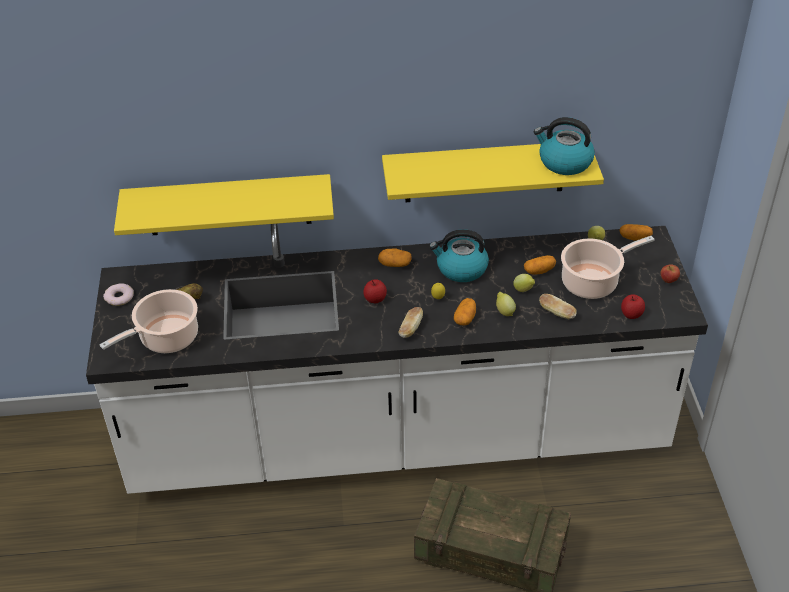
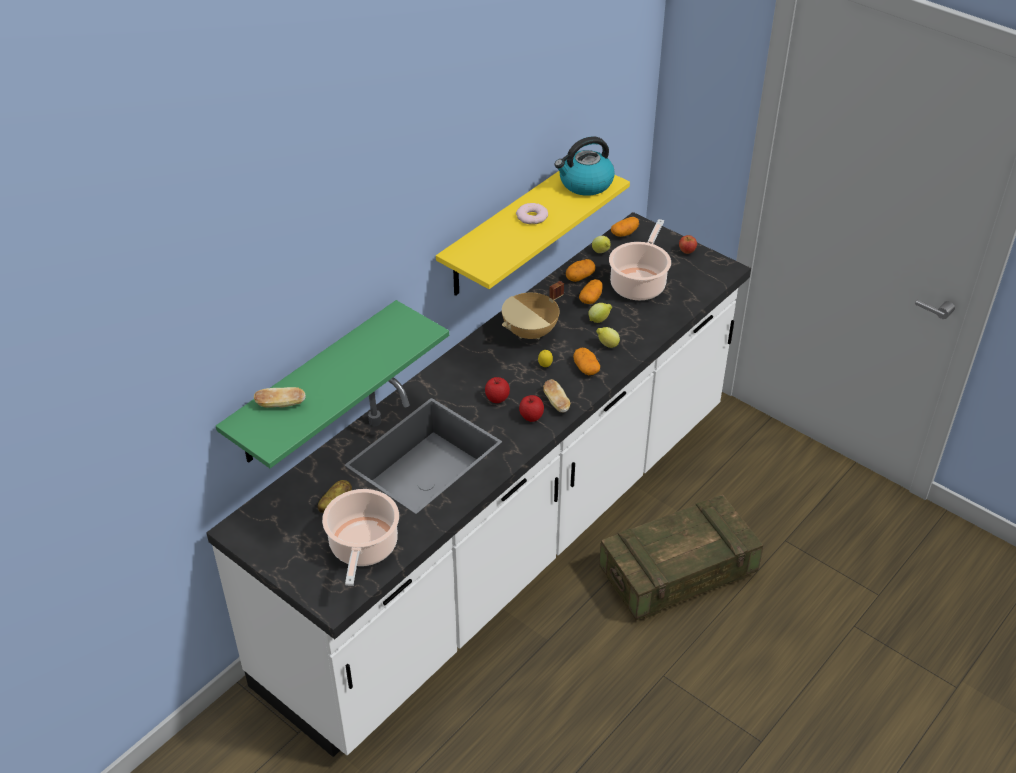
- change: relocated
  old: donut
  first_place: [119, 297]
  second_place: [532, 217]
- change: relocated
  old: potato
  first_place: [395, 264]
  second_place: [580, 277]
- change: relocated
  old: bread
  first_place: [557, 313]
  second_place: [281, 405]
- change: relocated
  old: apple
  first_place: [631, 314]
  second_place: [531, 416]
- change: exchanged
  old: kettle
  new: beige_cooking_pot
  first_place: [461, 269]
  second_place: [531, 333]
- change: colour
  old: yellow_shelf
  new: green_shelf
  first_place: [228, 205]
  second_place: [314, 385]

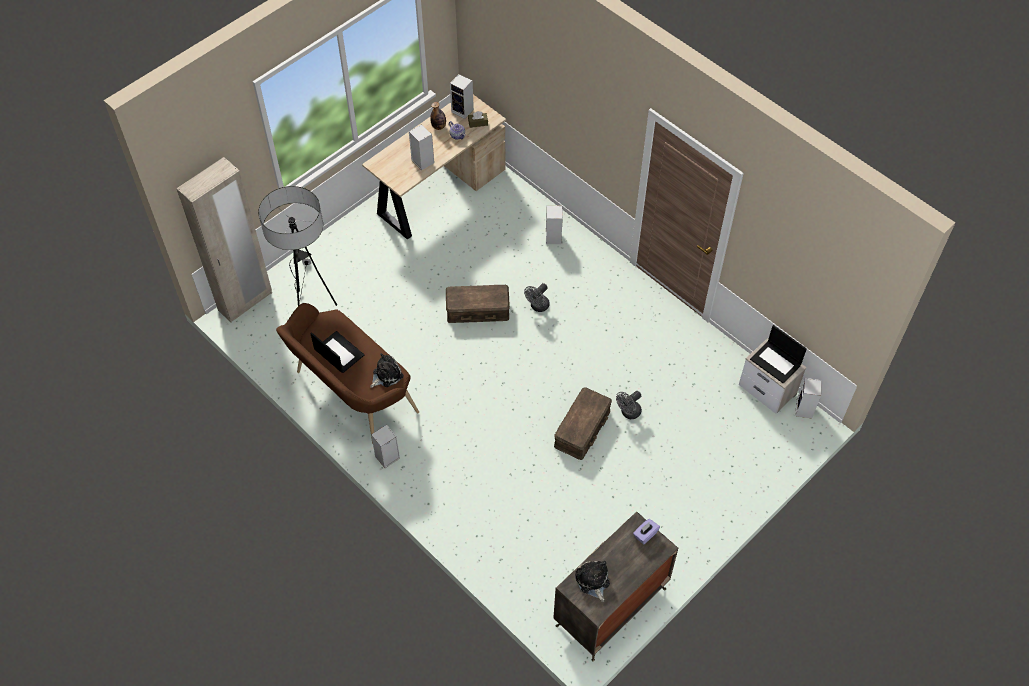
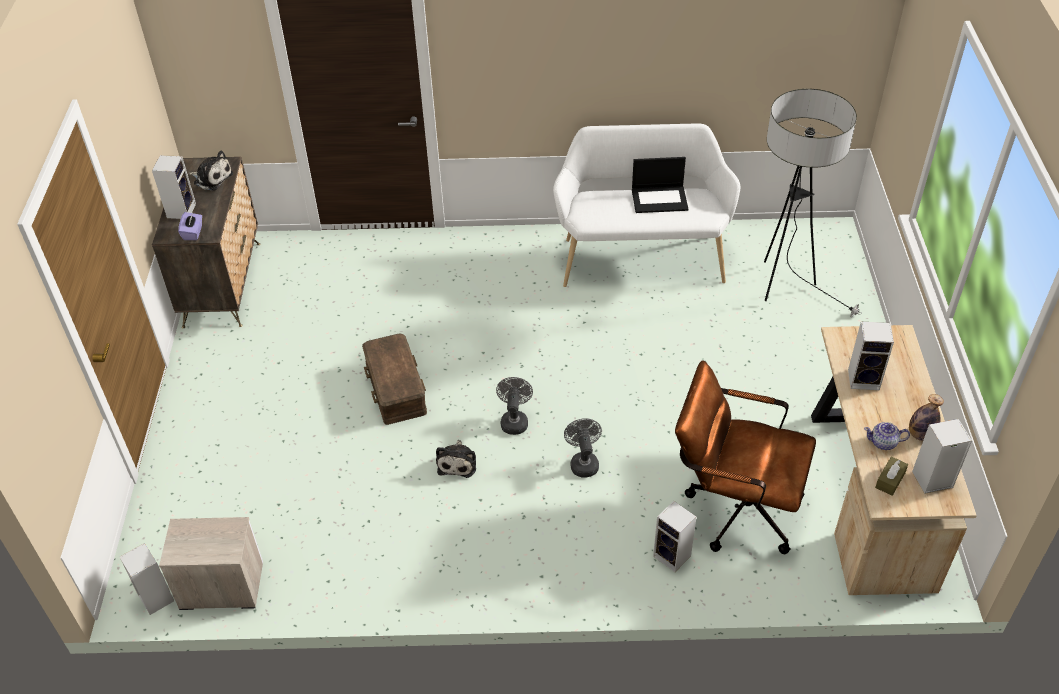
- change: missing
  old: beige_wardrobe
  first_place: [245, 302]
- change: missing
  old: brown_storage_box
  first_place: [478, 309]
- change: missing
  old: laptop
  first_place: [776, 362]
- change: appeared
  new: brown_office_chair
  second_place: [733, 507]
- change: relocated
  old: plush_toy
  first_place: [386, 375]
  second_place: [458, 462]
- change: relocated
  old: speaker
  first_place: [387, 458]
  second_place: [181, 210]
- change: relocated
  old: grey_fan
  first_place: [628, 413]
  second_place: [514, 420]
- change: colour
  old: brown_bench
  new: white_bench
  first_place: [351, 394]
  second_place: [640, 256]

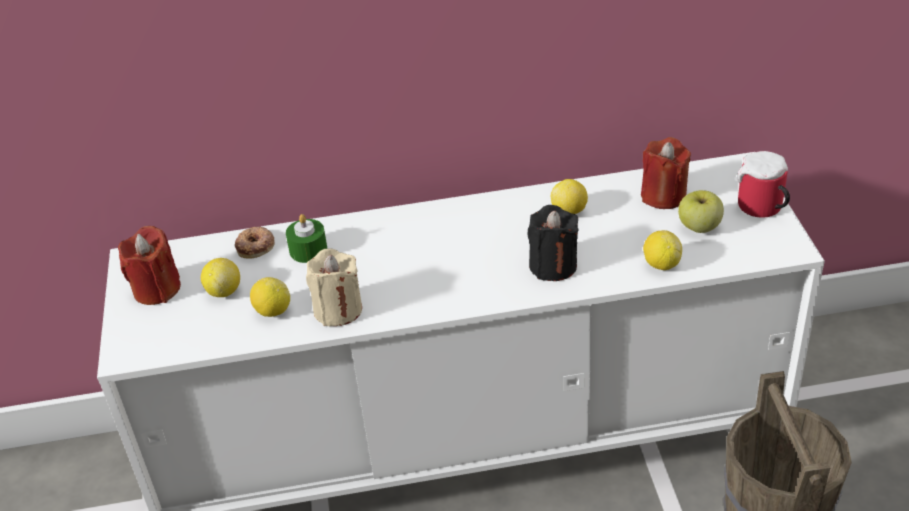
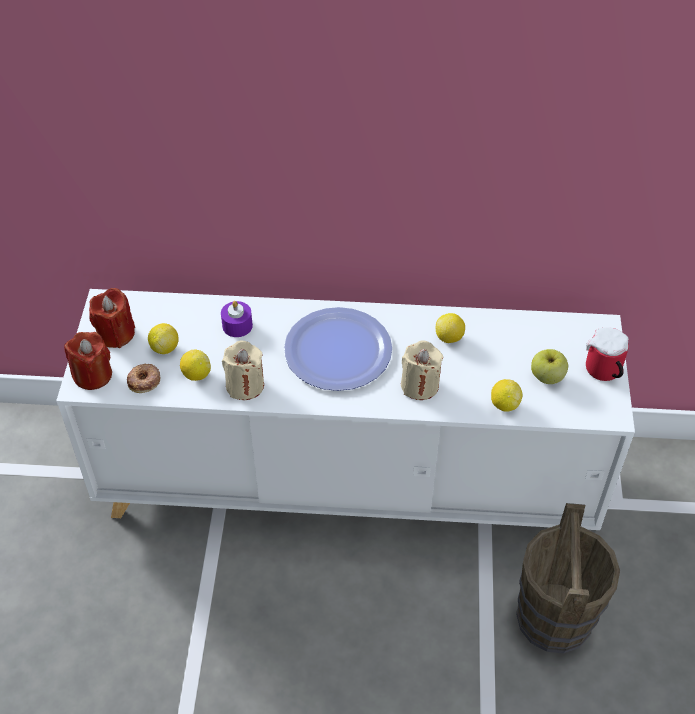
- change: appeared
  new: plate
  second_place: [338, 350]
- change: relocated
  old: donut
  first_place: [256, 246]
  second_place: [144, 381]
- change: relocated
  old: red_candle
  first_place: [663, 196]
  second_place: [93, 375]
- change: colour
  old: green_candle
  new: purple_candle
  first_place: [308, 250]
  second_place: [237, 325]
- change: colour
  old: black_candle
  new: beige_candle
  first_place: [553, 266]
  second_place: [420, 385]

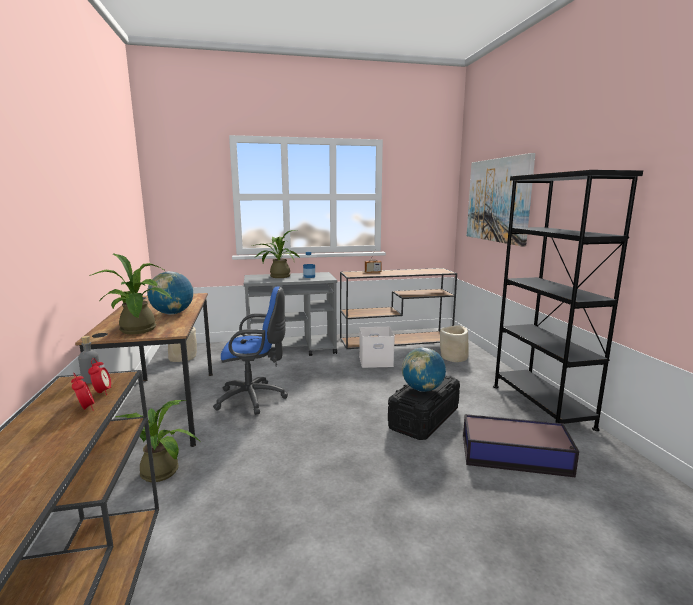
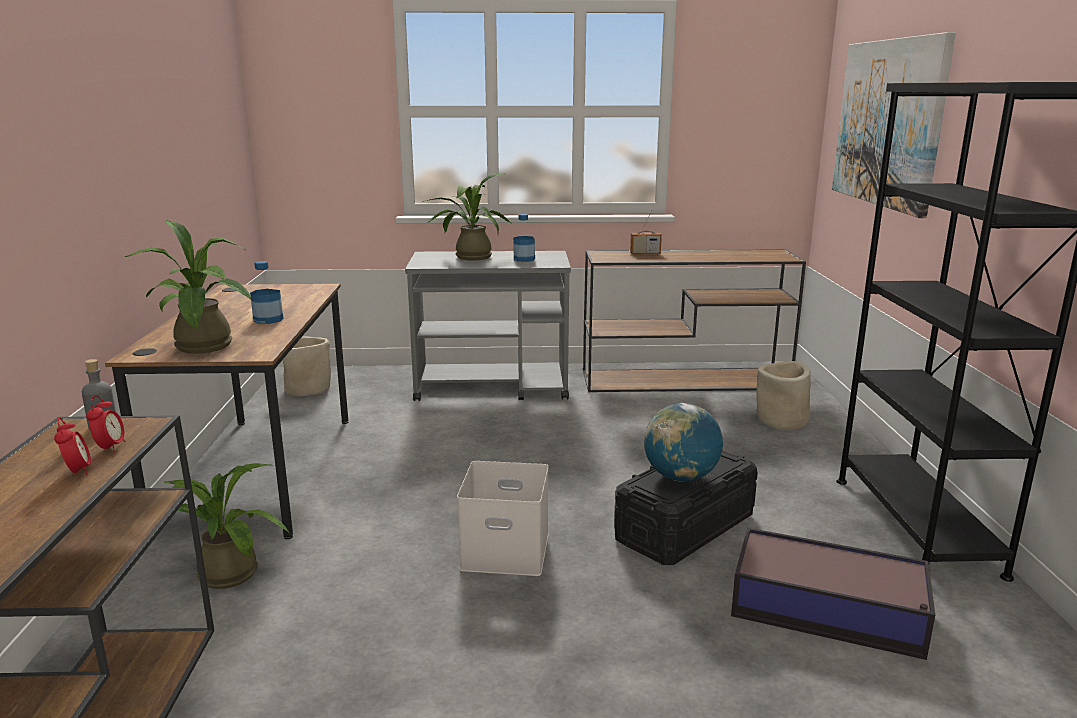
- change: missing
  old: blue_office_chair
  first_place: [254, 398]
- change: relocated
  old: white_storage_box
  first_place: [376, 361]
  second_place: [507, 550]
- change: exchanged
  old: globe
  new: bottle
  first_place: [172, 313]
  second_place: [268, 320]

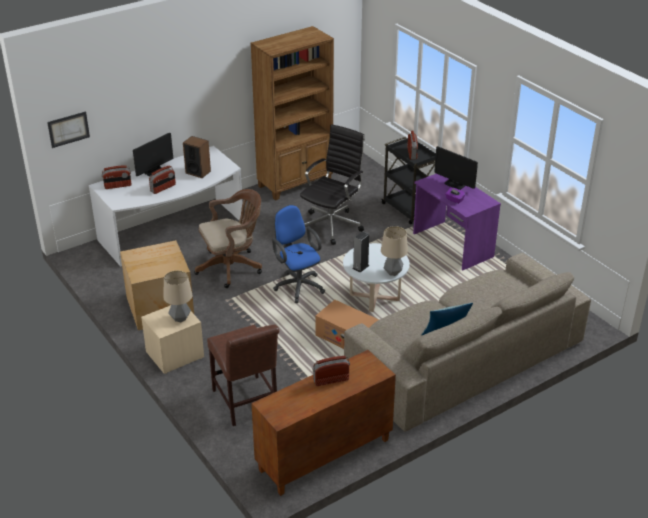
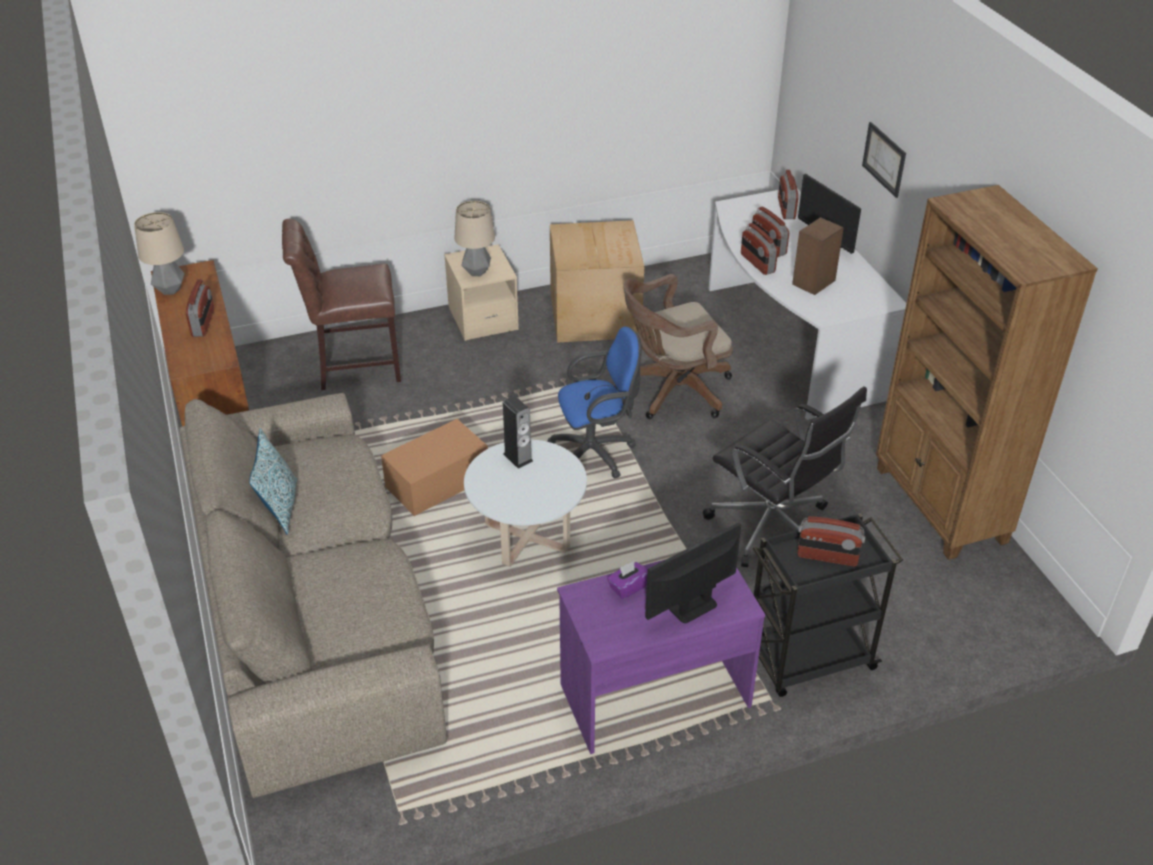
- change: appeared
  new: radio
  second_place: [757, 263]
- change: relocated
  old: picture
  first_place: [68, 129]
  second_place: [884, 159]
- change: relocated
  old: table_lamp
  first_place: [393, 272]
  second_place: [170, 290]
- change: spun
  old: brown_office_chair
  first_place: [232, 267]
  second_place: [672, 391]
  degrees: 75

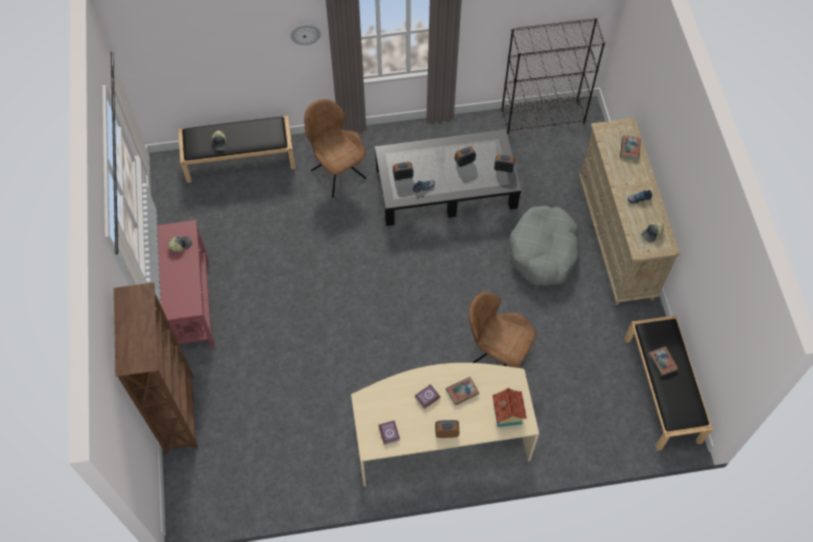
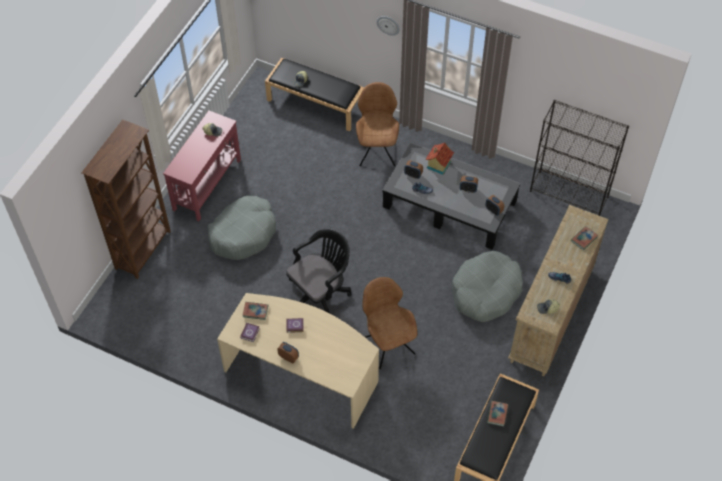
- change: appeared
  new: grey_dog_bed
  second_place: [243, 233]
- change: appeared
  new: black_office_chair
  second_place: [320, 293]
- change: relocated
  old: book
  first_place: [462, 391]
  second_place: [255, 311]
- change: relocated
  old: toy_house
  first_place: [506, 414]
  second_place: [438, 164]

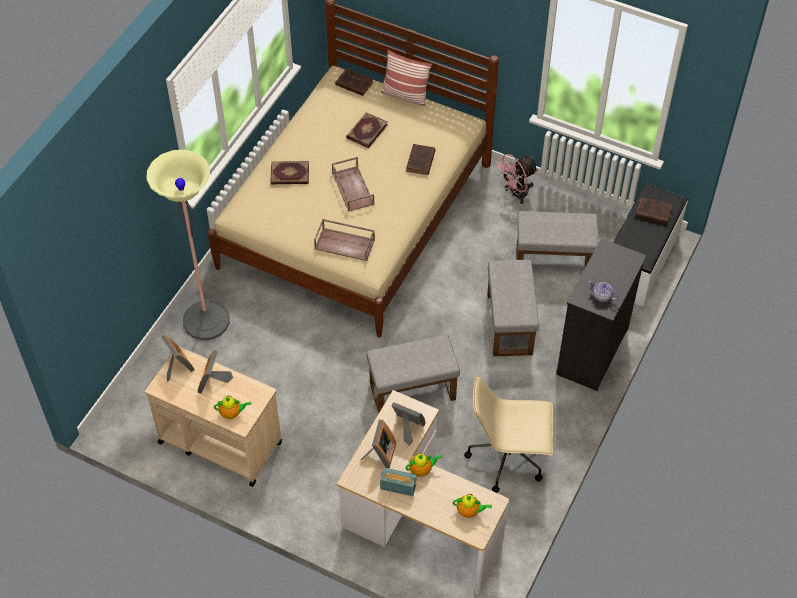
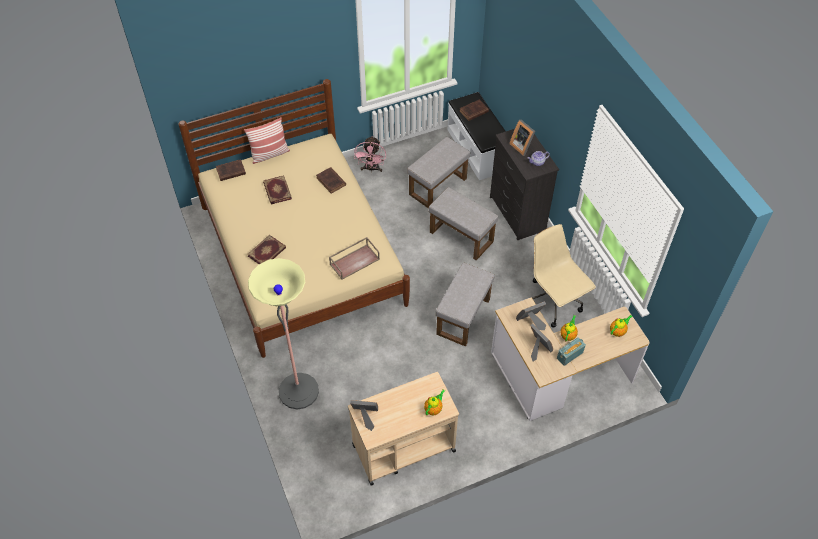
- change: missing
  old: brown_tray
  first_place: [352, 188]
- change: relocated
  old: picture_frame
  first_place: [213, 382]
  second_place: [522, 146]
- change: spun
  old: beige_office_chair
  first_place: [508, 457]
  second_place: [553, 302]
  degrees: 105

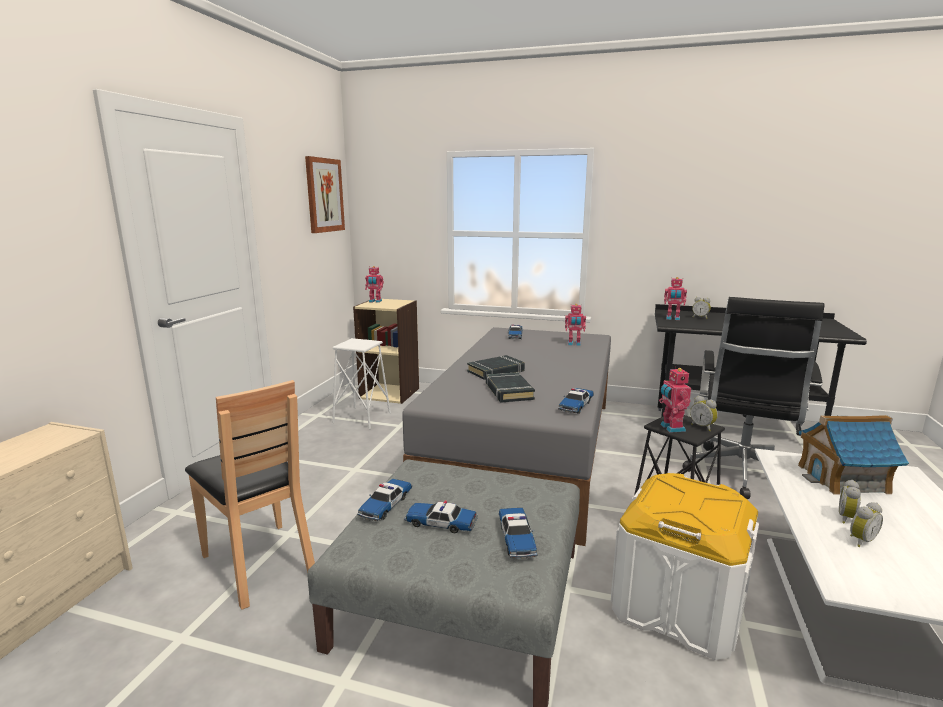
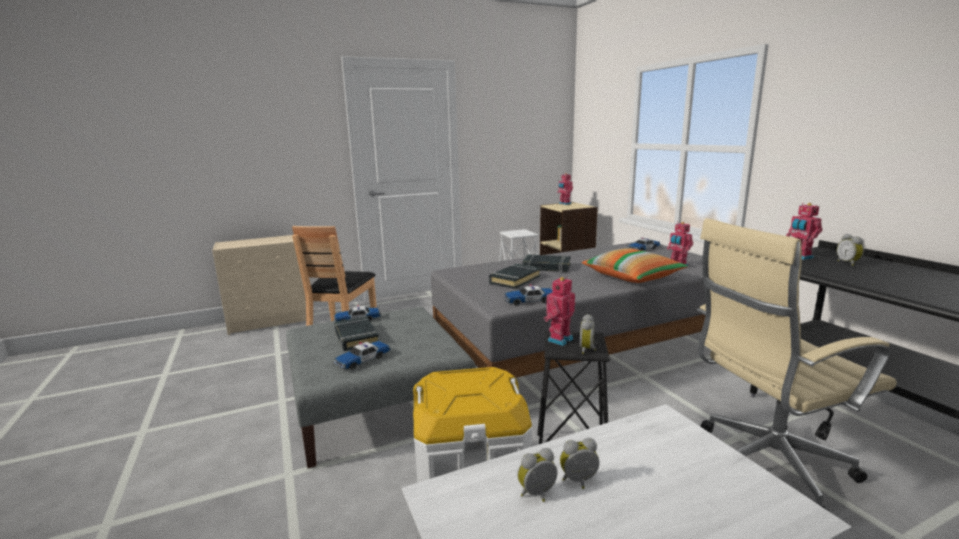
- change: missing
  old: picture
  first_place: [324, 195]
- change: missing
  old: toy_house
  first_place: [843, 479]
- change: appeared
  new: pillow
  second_place: [632, 277]
- change: exchanged
  old: toy_car
  new: black_book
  first_place: [441, 523]
  second_place: [355, 337]
- change: colour
  old: black_office_chair
  new: beige_office_chair
  first_place: [741, 475]
  second_place: [765, 467]
- change: spun
  old: alarm_clock
  first_place: [860, 540]
  second_place: [538, 495]
  degrees: 135

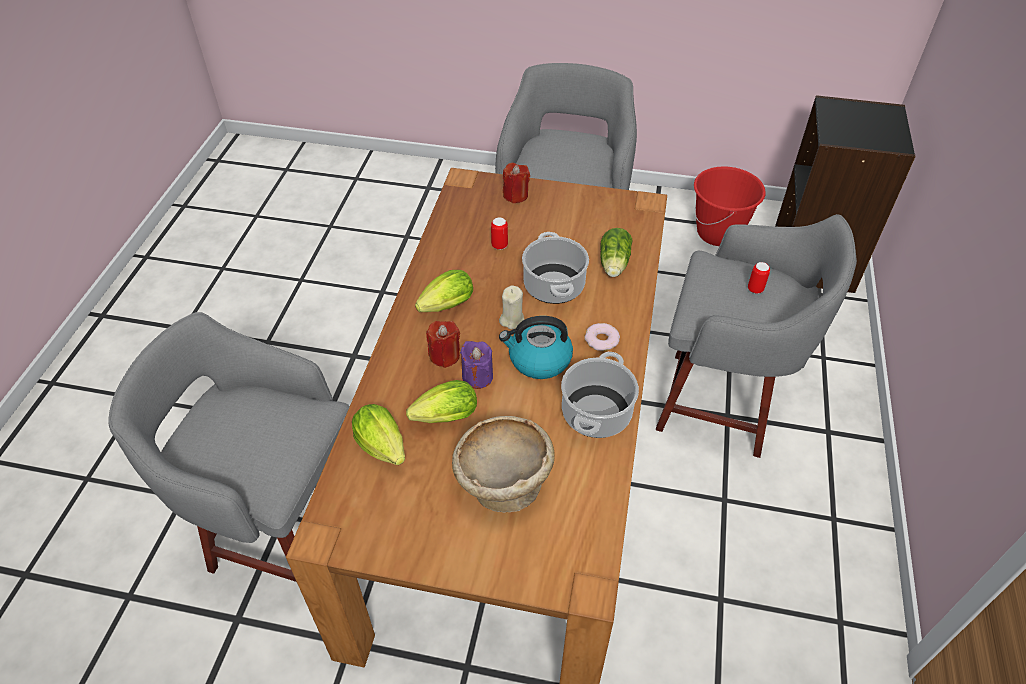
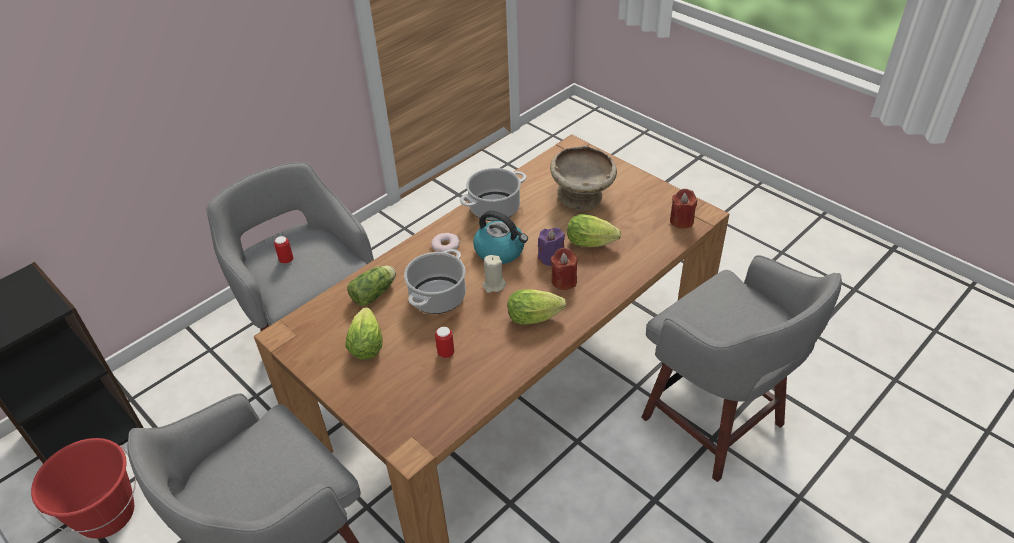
- change: relocated
  old: lettuce
  first_place: [384, 449]
  second_place: [367, 343]
- change: relocated
  old: red_candle
  first_place: [515, 195]
  second_place: [681, 221]

